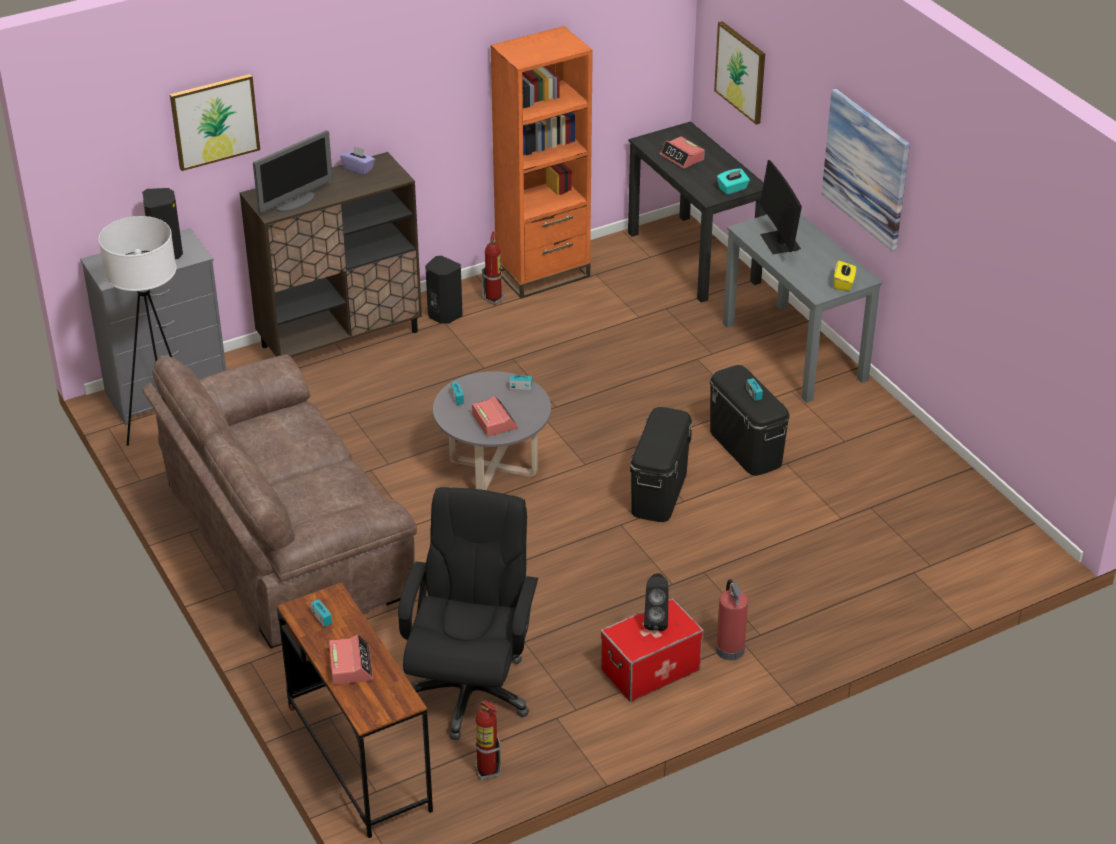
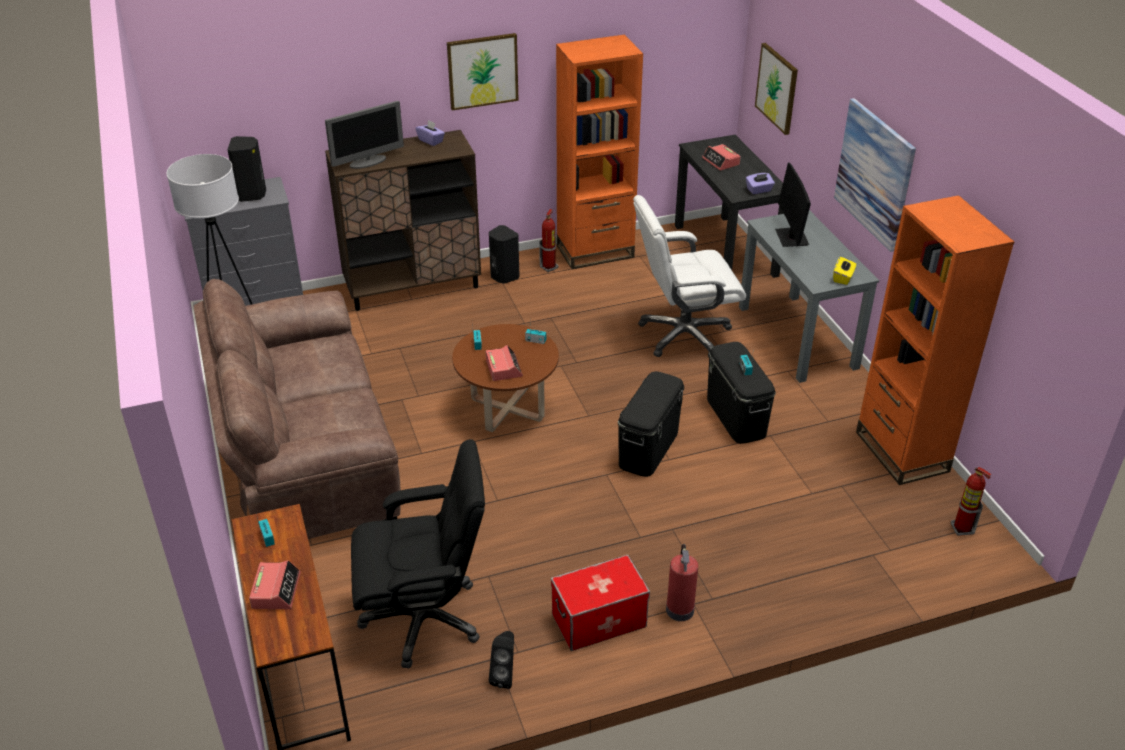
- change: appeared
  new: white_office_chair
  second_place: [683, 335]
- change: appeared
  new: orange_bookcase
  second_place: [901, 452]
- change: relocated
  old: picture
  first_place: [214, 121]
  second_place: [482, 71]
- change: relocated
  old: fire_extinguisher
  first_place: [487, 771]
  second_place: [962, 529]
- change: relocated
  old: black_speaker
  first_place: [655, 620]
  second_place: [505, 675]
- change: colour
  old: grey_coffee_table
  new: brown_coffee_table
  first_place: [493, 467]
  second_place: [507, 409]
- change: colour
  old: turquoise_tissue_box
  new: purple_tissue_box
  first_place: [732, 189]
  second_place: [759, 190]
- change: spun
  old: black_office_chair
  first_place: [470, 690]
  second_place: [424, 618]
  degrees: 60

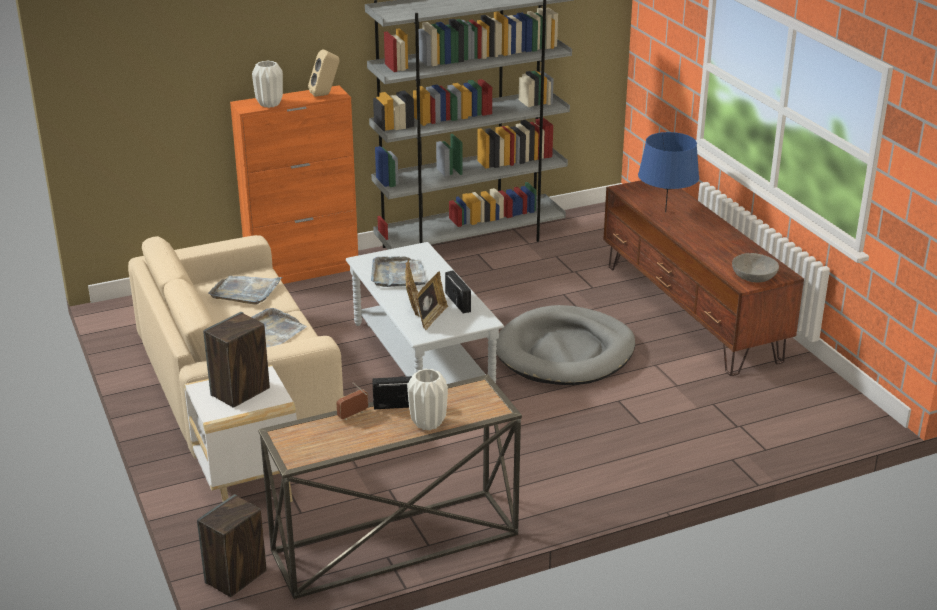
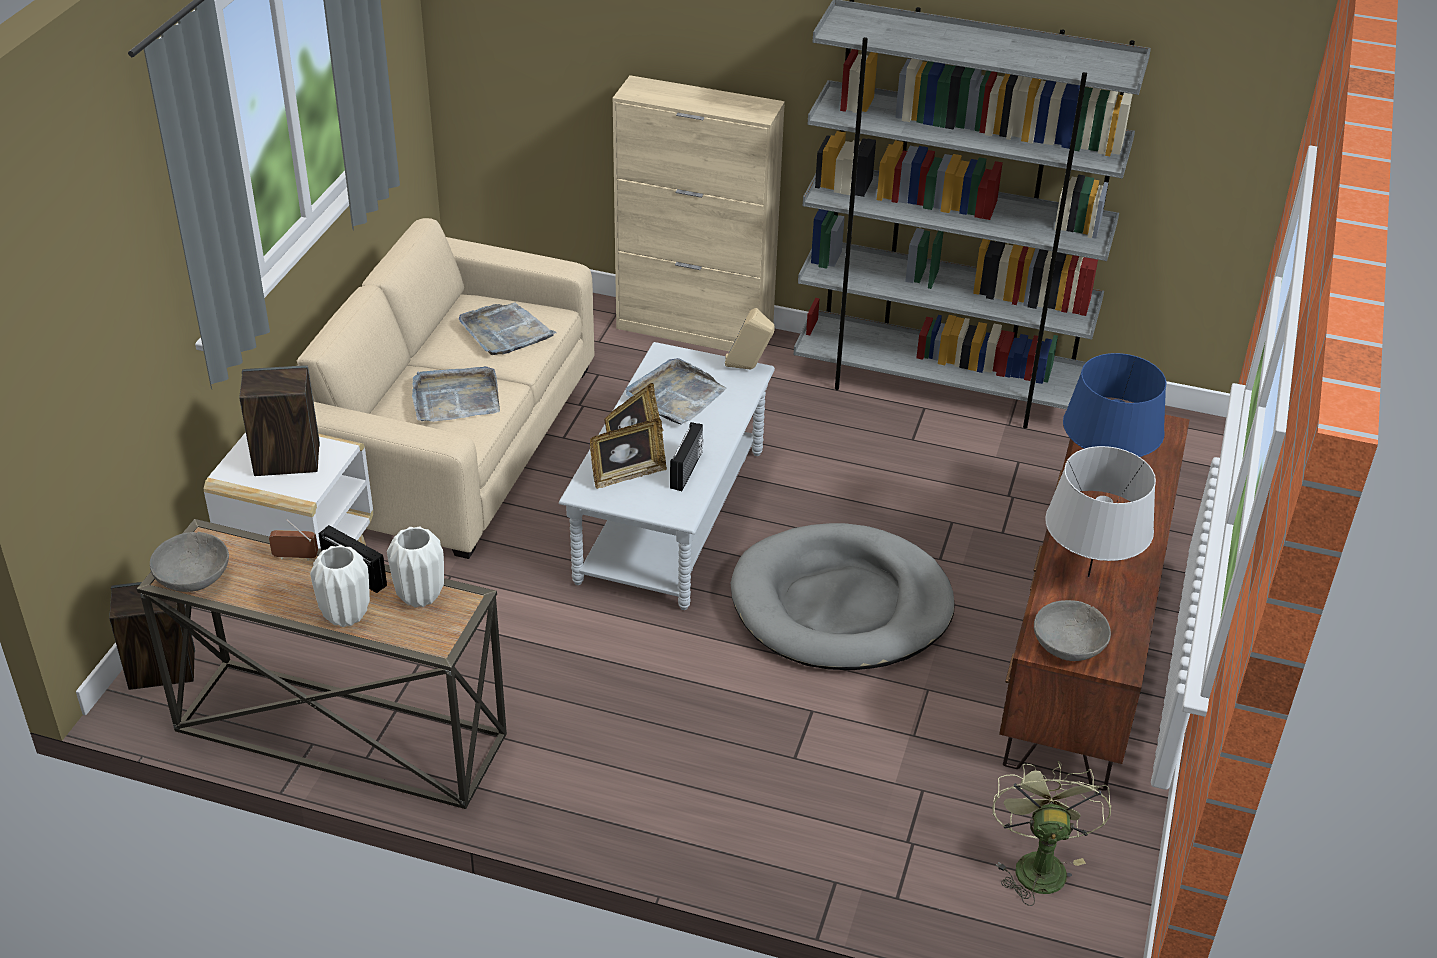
- change: appeared
  new: grey_bowl
  second_place: [192, 578]
- change: appeared
  new: green_fan
  second_place: [1037, 863]
- change: appeared
  new: grey_table_lamp
  second_place: [1088, 576]
- change: relocated
  old: white_vase
  first_place: [269, 104]
  second_place: [419, 596]
- change: relocated
  old: beige_speaker
  first_place: [325, 94]
  second_place: [748, 368]
- change: colour
  old: orange_cabinet
  new: beige_cabinet
  first_place: [303, 271]
  second_place: [695, 330]

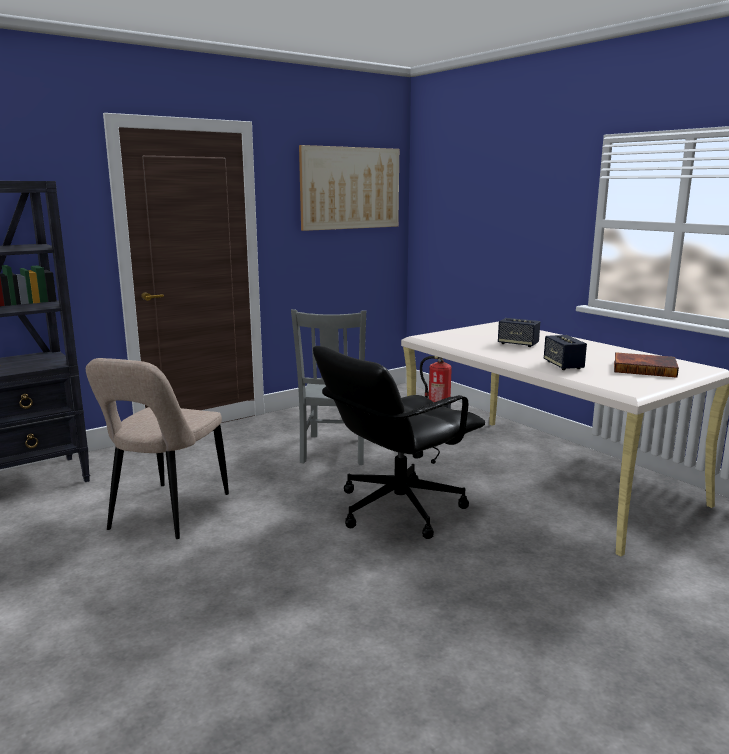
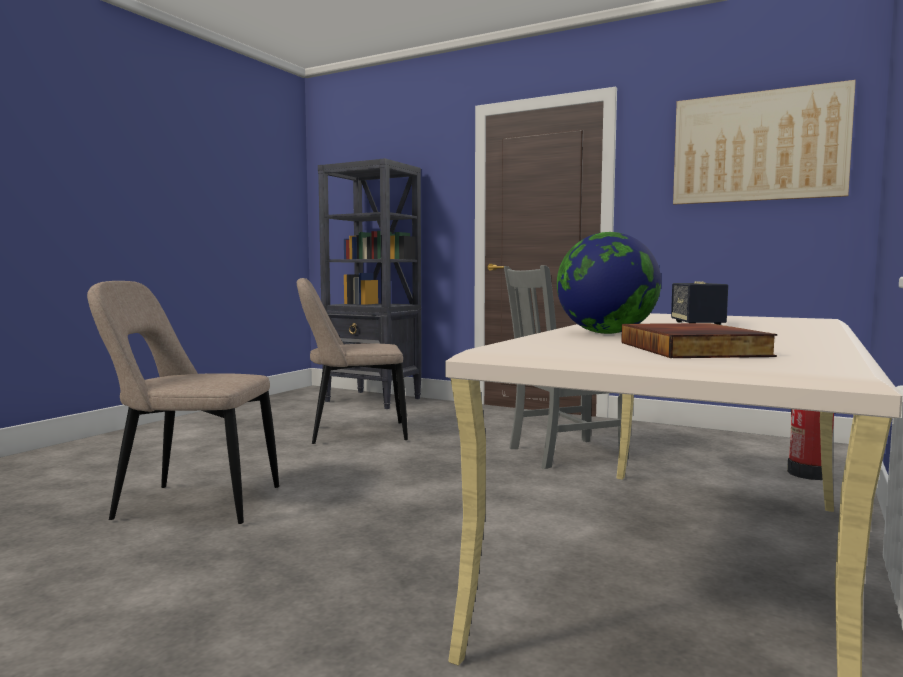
- change: missing
  old: black_office_chair
  first_place: [397, 508]
- change: appeared
  new: beige_chair
  second_place: [191, 504]
- change: exchanged
  old: speaker
  new: globe
  first_place: [563, 365]
  second_place: [606, 333]

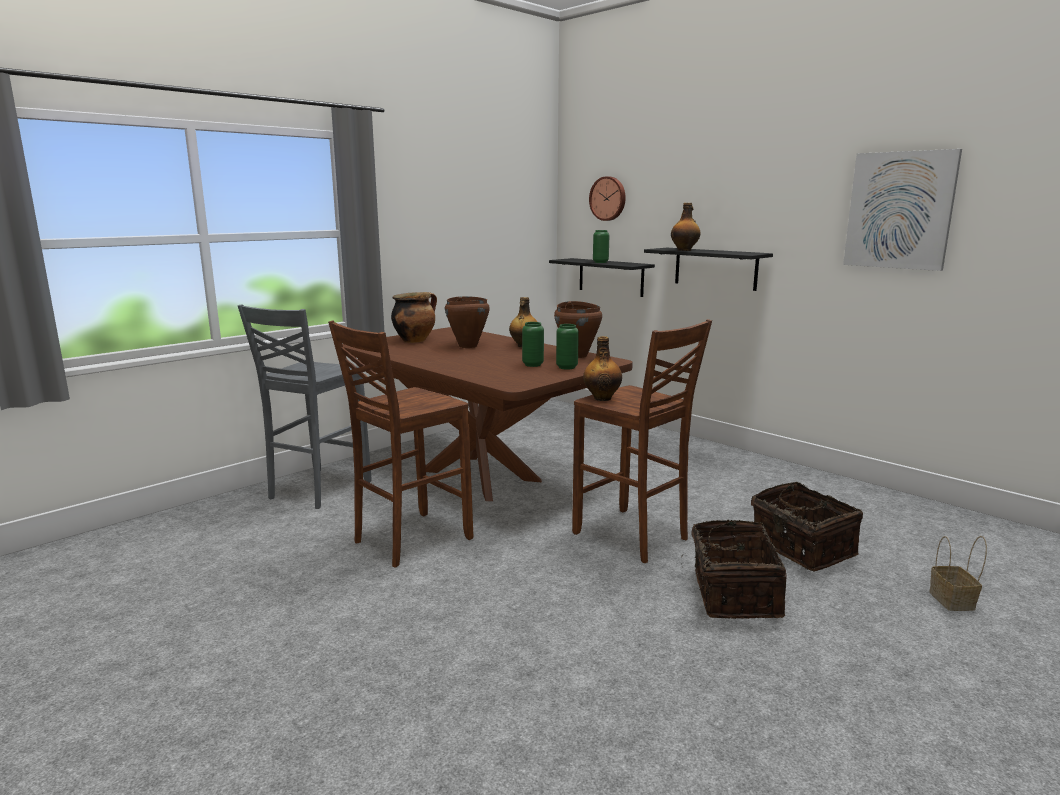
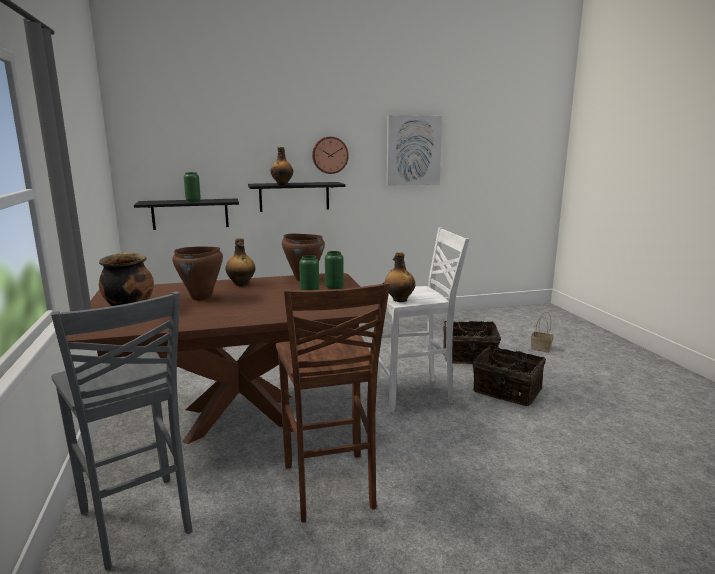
- change: relocated
  old: wall_clock
  first_place: [608, 198]
  second_place: [330, 155]
- change: colour
  old: brown_stool
  new: white_stool
  first_place: [633, 536]
  second_place: [414, 394]

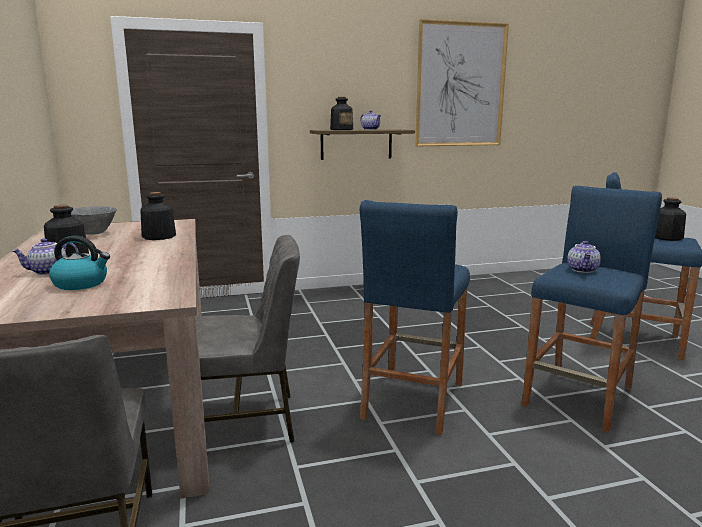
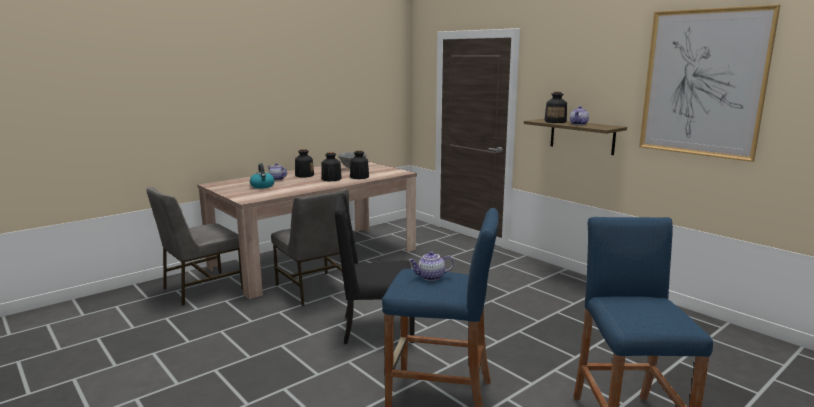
- change: relocated
  old: bottle
  first_place: [666, 237]
  second_place: [331, 179]
- change: exchanged
  old: blue_stool
  new: black_chair
  first_place: [413, 400]
  second_place: [375, 329]

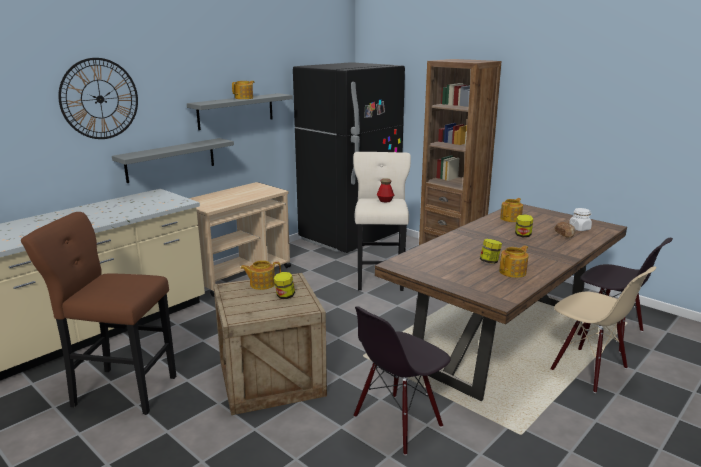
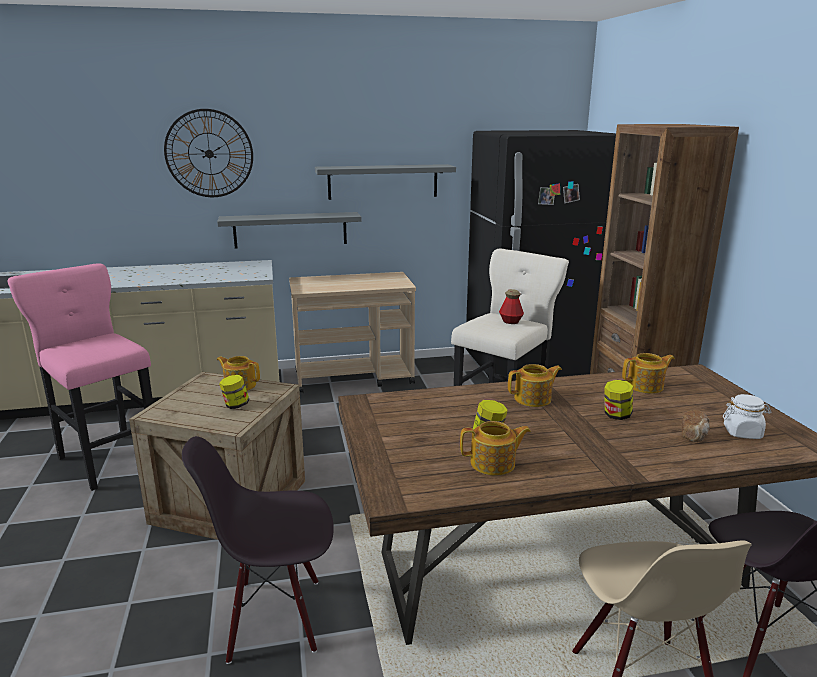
- change: relocated
  old: teapot
  first_place: [244, 98]
  second_place: [533, 399]
- change: colour
  old: brown_stool
  new: pink_stool
  first_place: [120, 390]
  second_place: [107, 458]

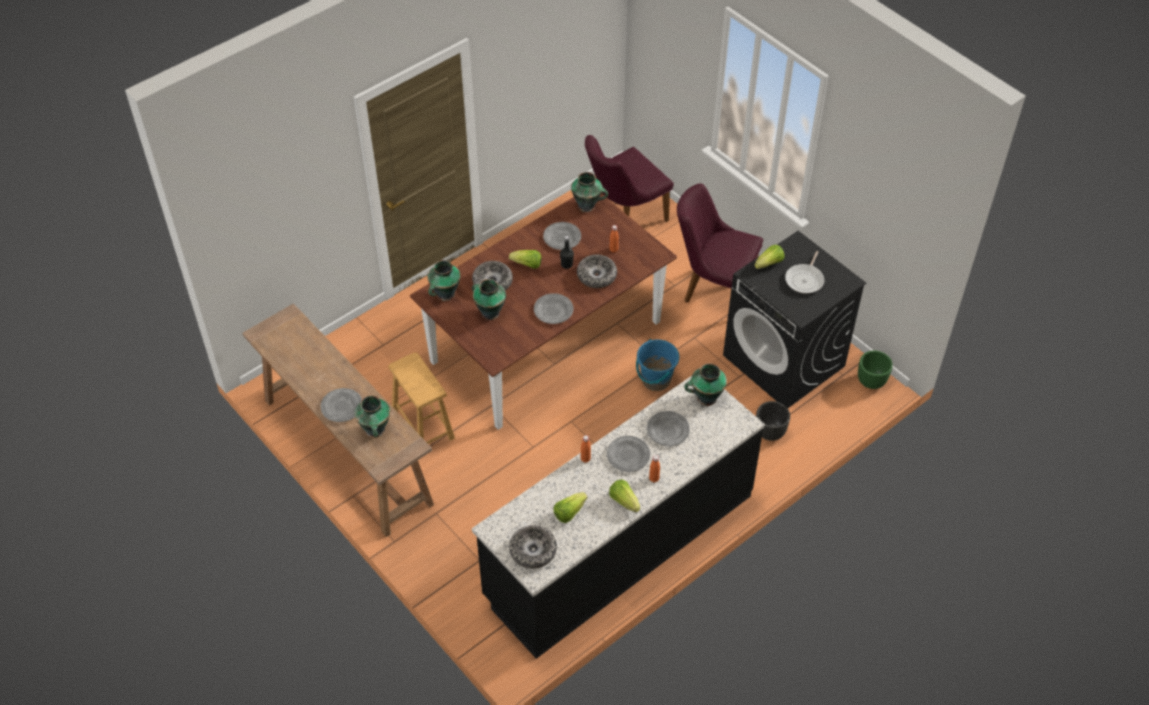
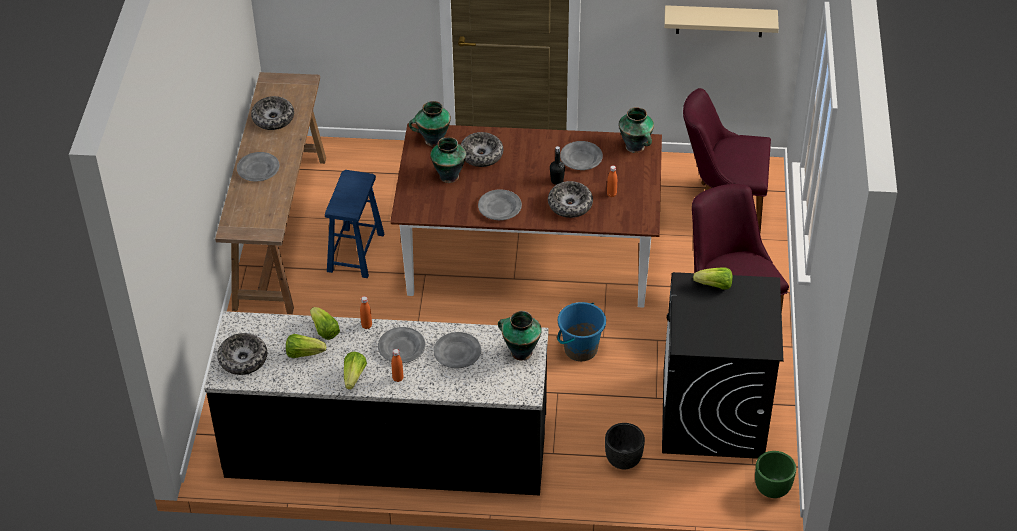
- change: missing
  old: vase
  first_place: [375, 431]
- change: missing
  old: frying_pan
  first_place: [805, 279]
- change: appeared
  new: bowl
  second_place: [273, 118]
- change: appeared
  new: beige_shelf
  second_place: [720, 21]
- change: relocated
  old: lettuce
  first_place: [527, 264]
  second_place: [324, 330]
- change: colour
  old: brown_stool
  new: blue_stool
  first_place: [422, 426]
  second_place: [355, 252]

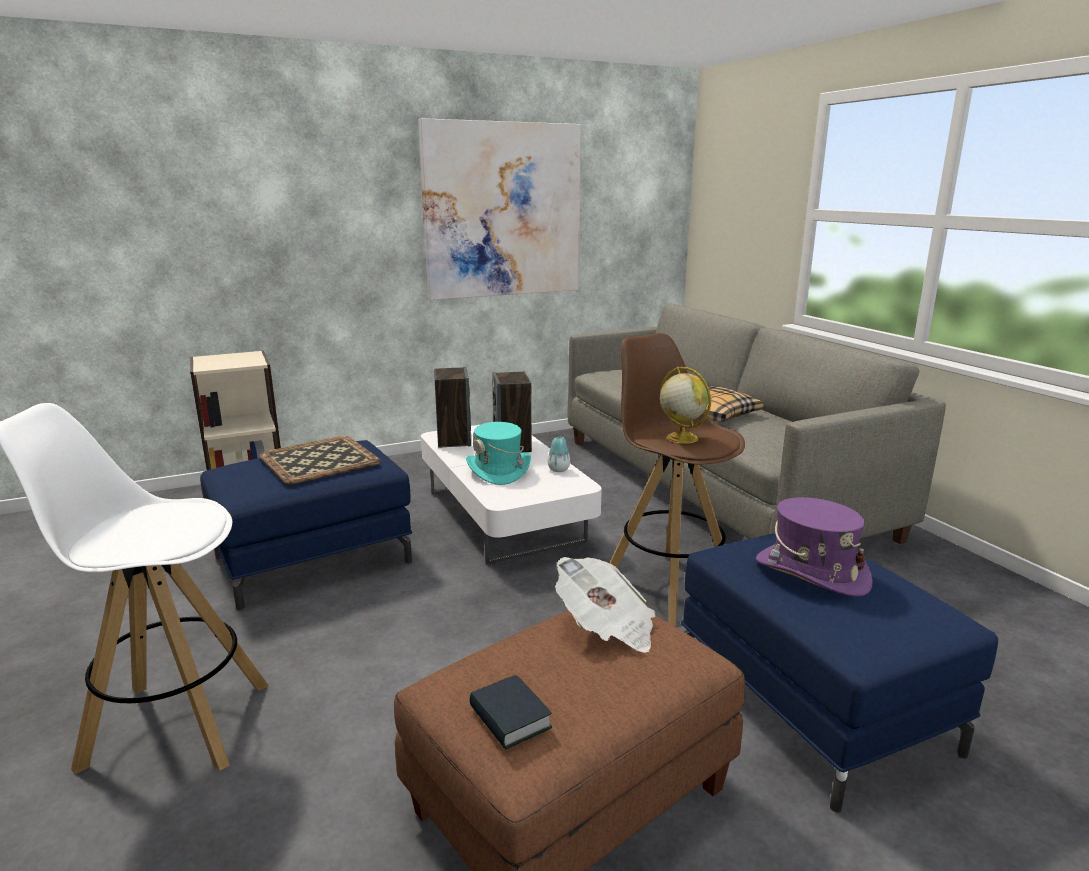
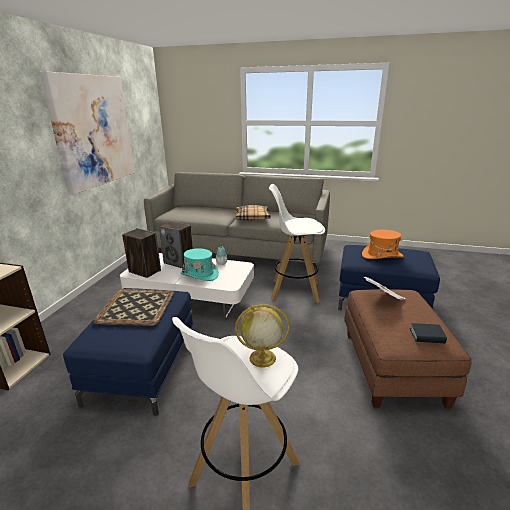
- change: relocated
  old: globe
  first_place: [681, 438]
  second_place: [261, 358]
- change: colour
  old: brown_stool
  new: white_stool
  first_place: [668, 585]
  second_place: [294, 291]
- change: colour
  old: purple_hat
  new: orange_hat
  first_place: [811, 572]
  second_place: [382, 256]

